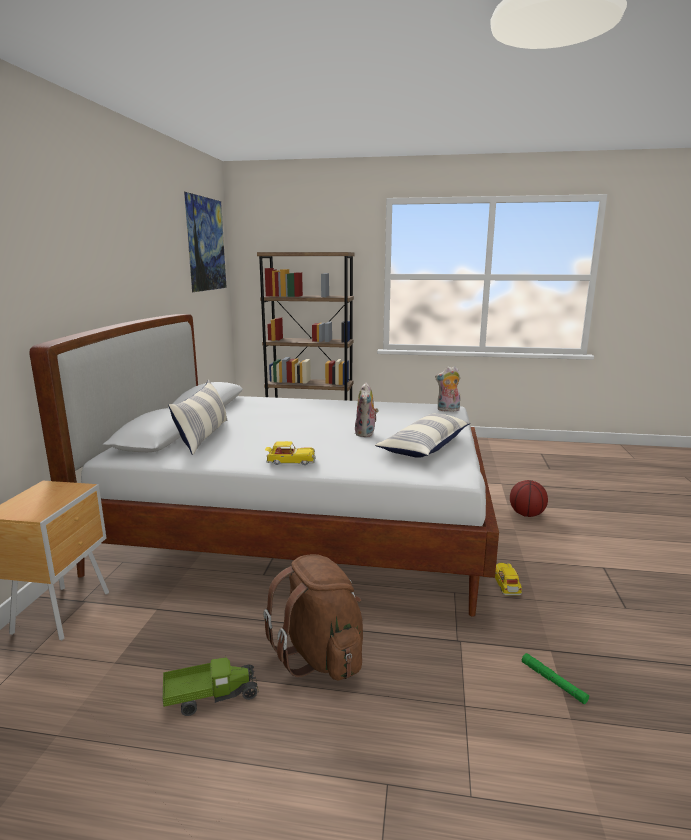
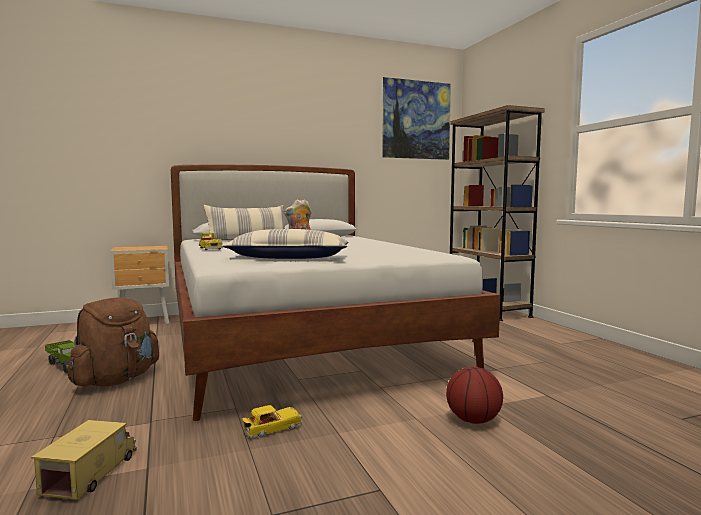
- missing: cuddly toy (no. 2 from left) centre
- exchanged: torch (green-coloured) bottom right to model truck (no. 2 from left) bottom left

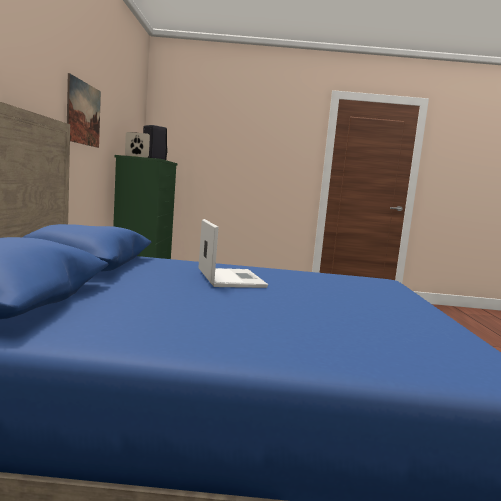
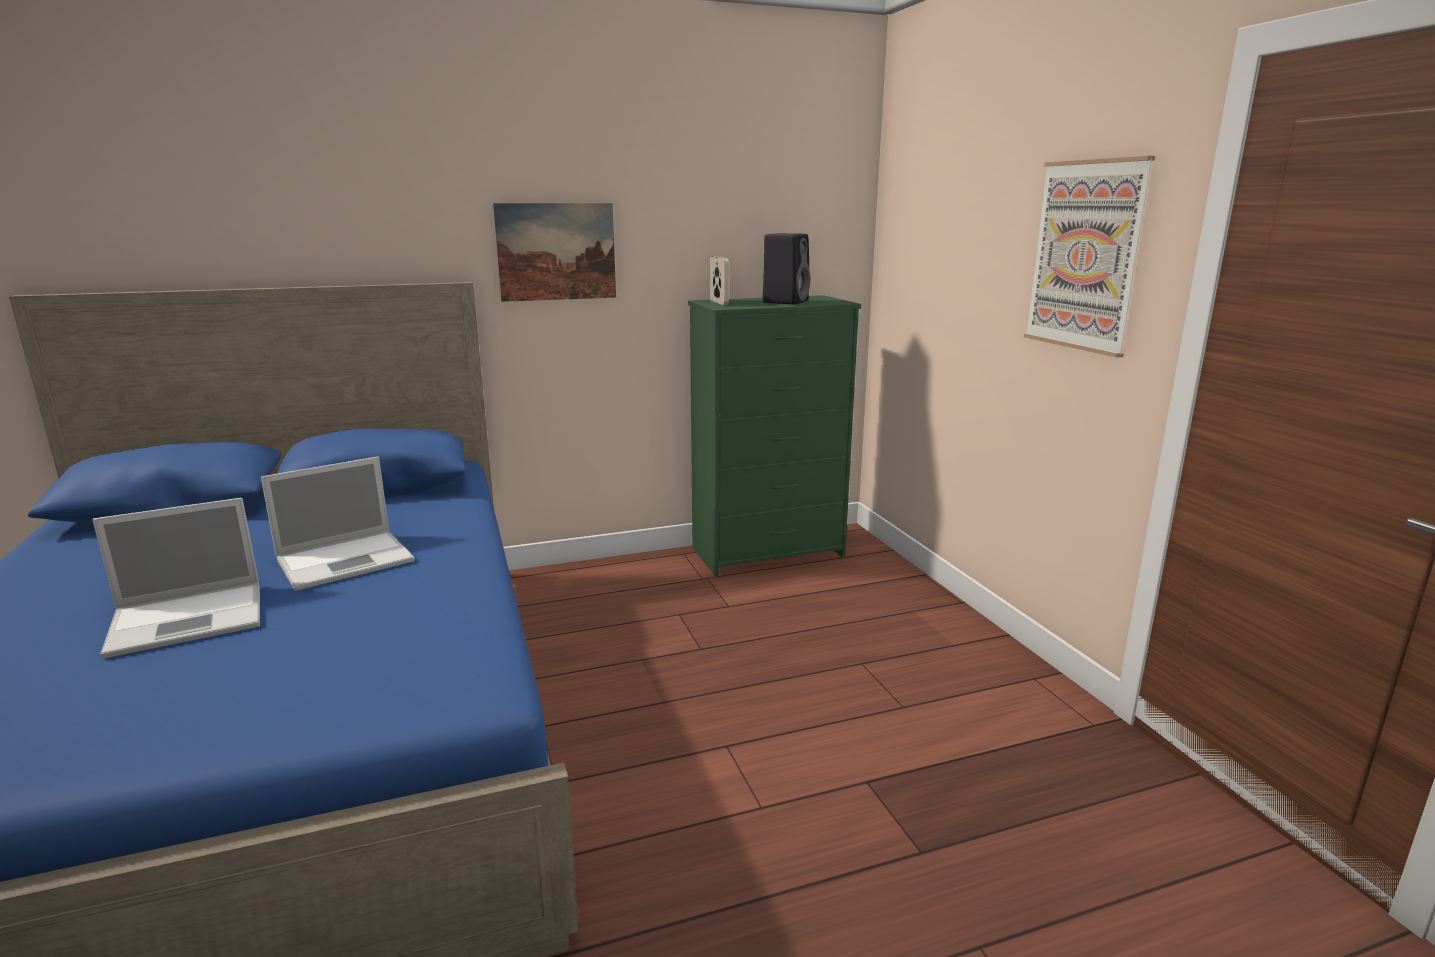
- appeared: laptop (no. 1 from left) middle left
- appeared: picture (no. 2 from left) top right

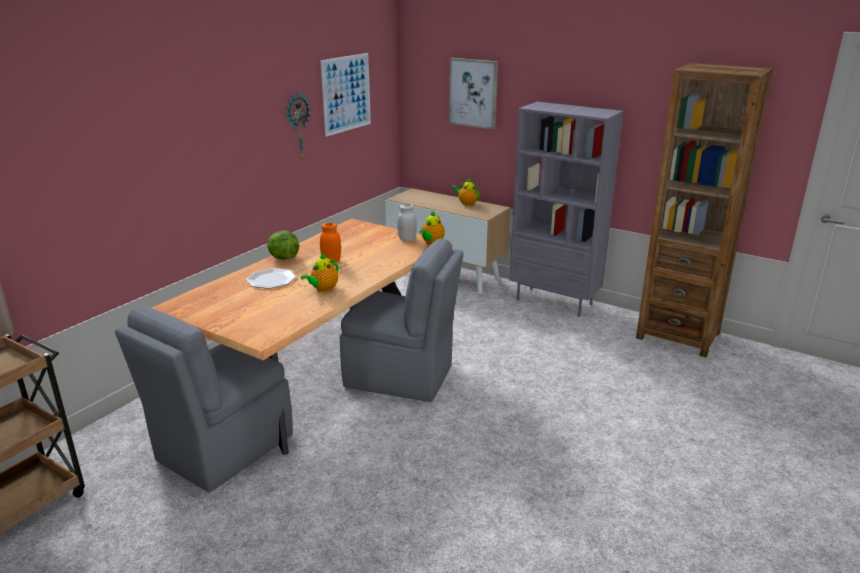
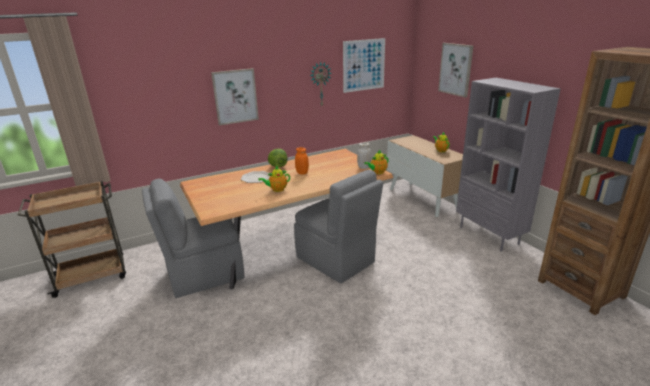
- appeared: picture (no. 1 from left) top centre

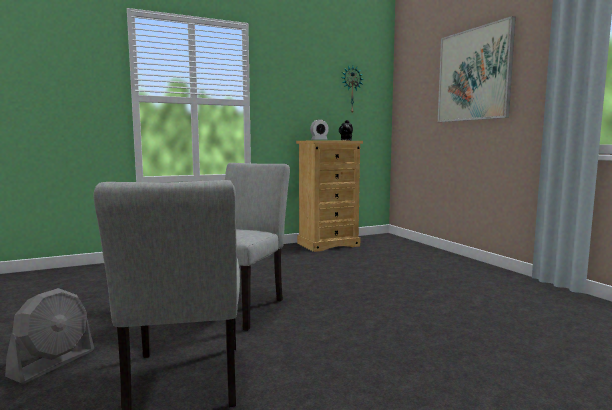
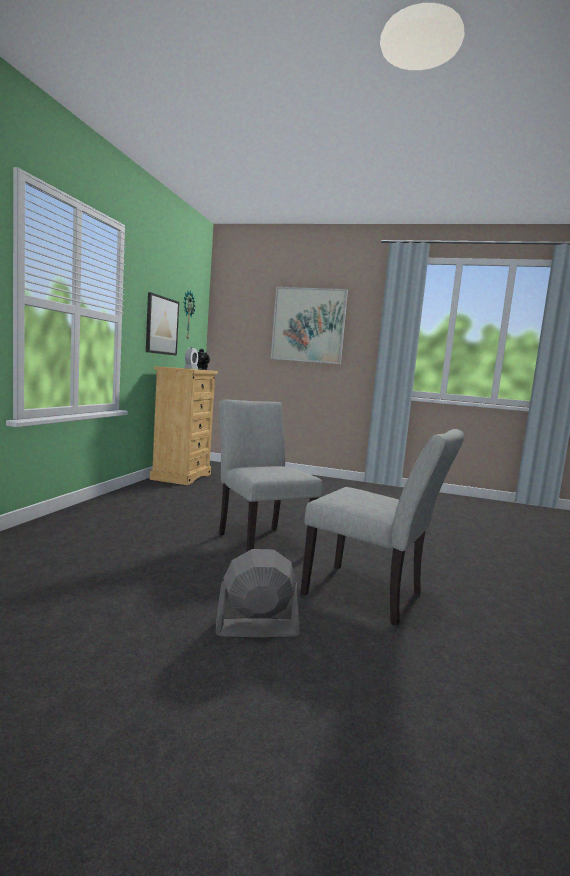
- appeared: picture (no. 1 from left) middle left
- spun: fan (grey) bottom left = bottom centre 75 degrees counterclockwise

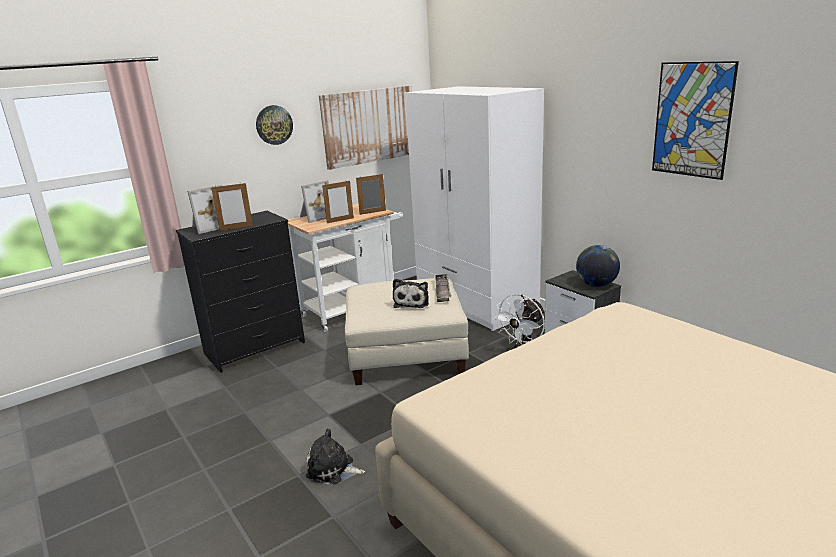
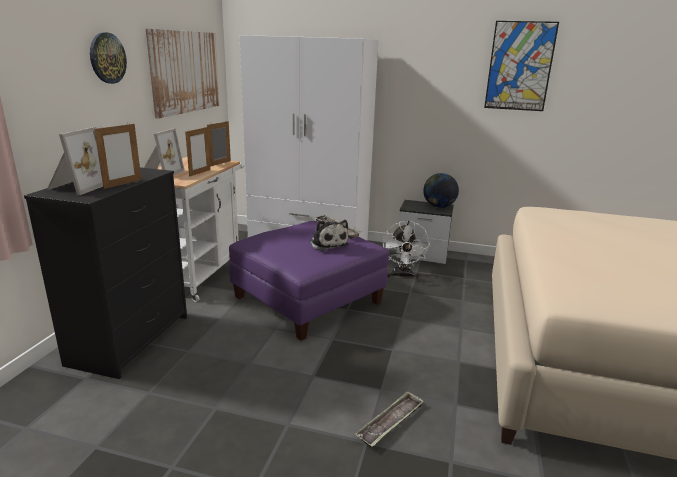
- exchanged: cuddly toy (no. 1 from left) bottom centre to carrying tray (no. 2 from left) bottom centre
- colour: pouffe (beige) centre to pouffe (purple) centre

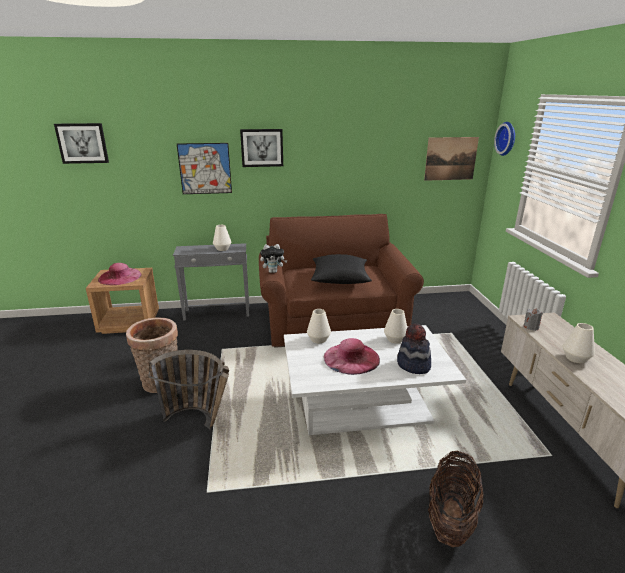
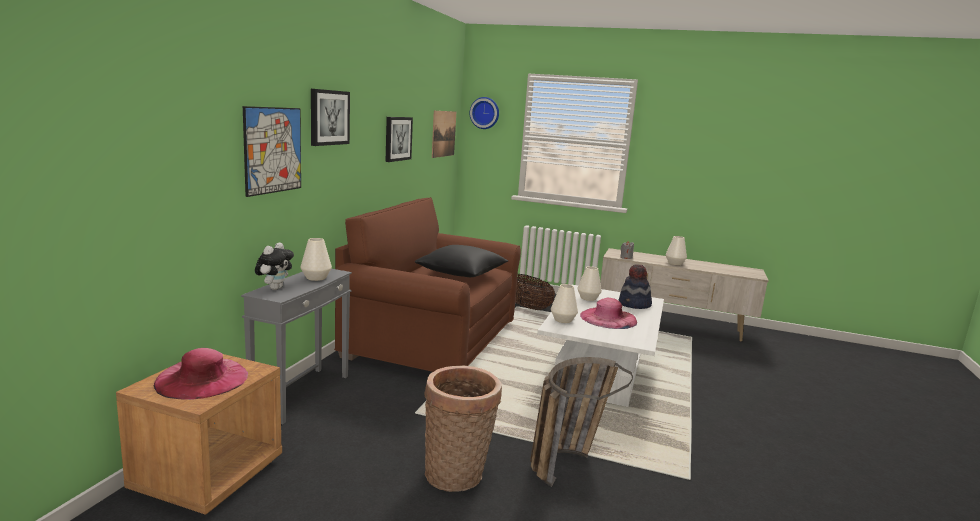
- relocated: picture (no. 1 from left in the first image) top left to picture (no. 3 from left) top centre
- relocated: cuddly toy centre to middle left
- relocated: storage basket (no. 3 from left in the first image) bottom right to storage basket (no. 2 from left) centre

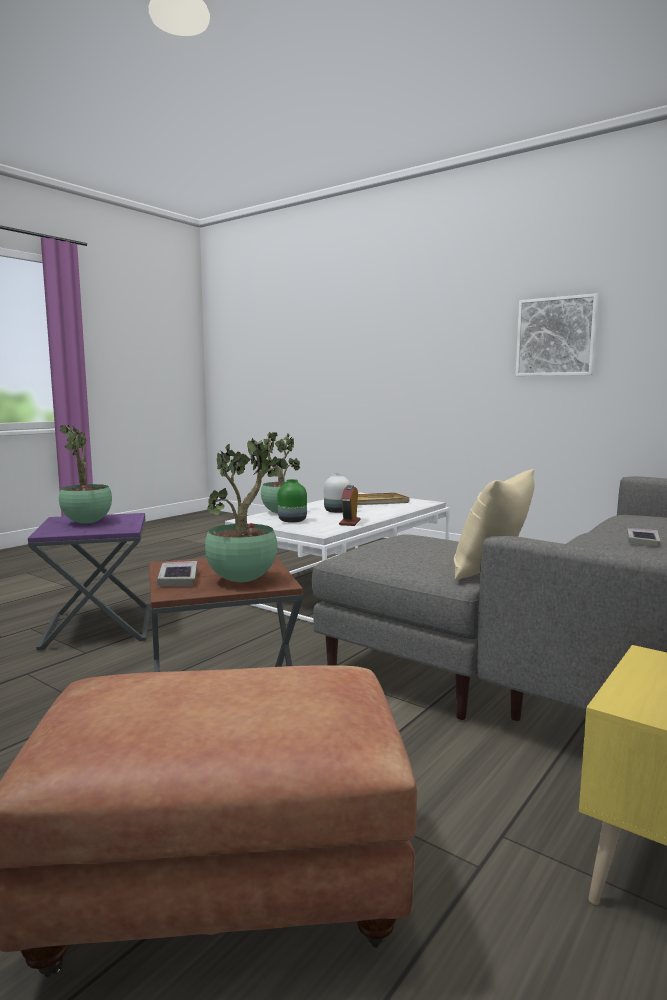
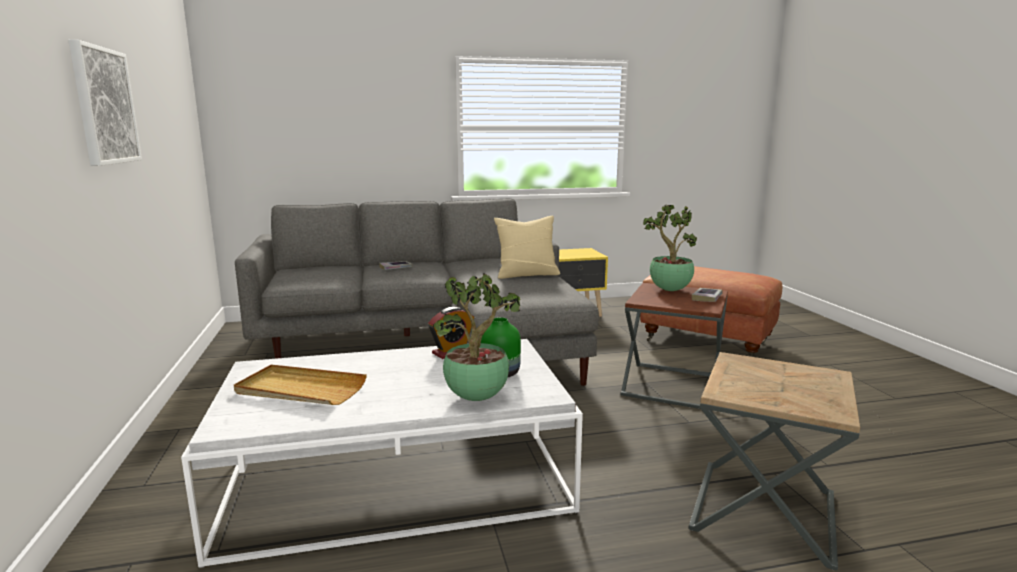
- missing: houseplant (no. 1 from left) middle left
- missing: flower vase (white) centre
- colour: end table (purple) middle left to end table (brownish) (no. 2 from left) bottom right

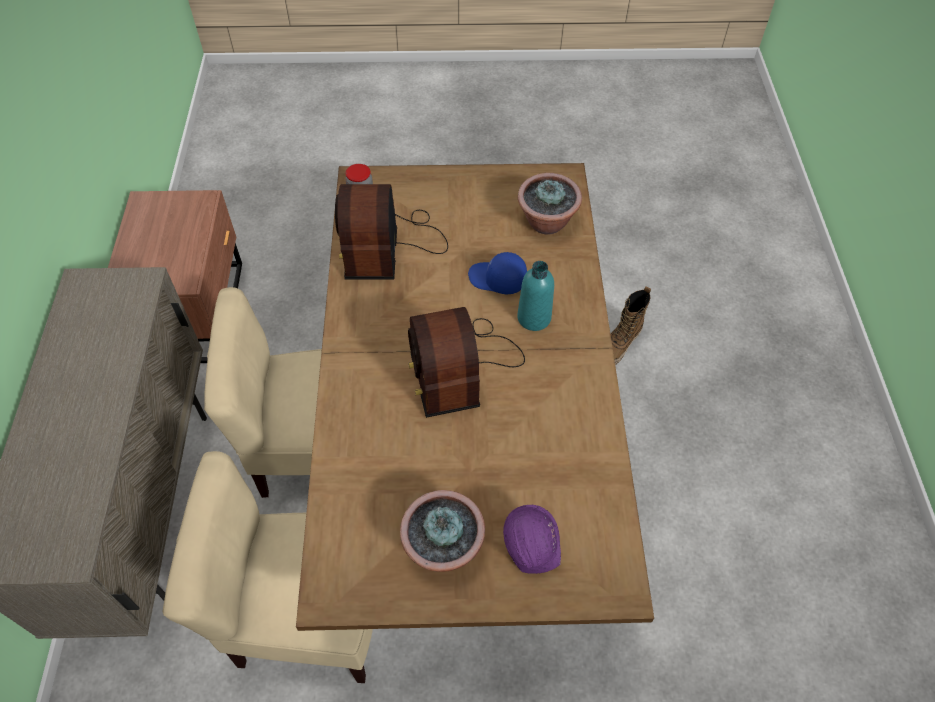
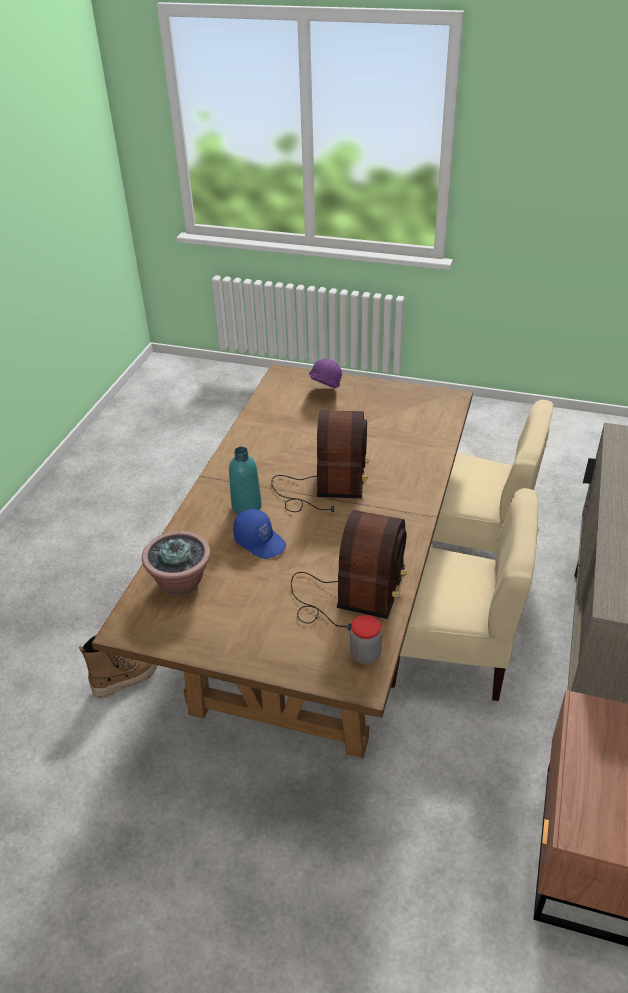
- missing: houseplant (no. 1 from left) bottom centre

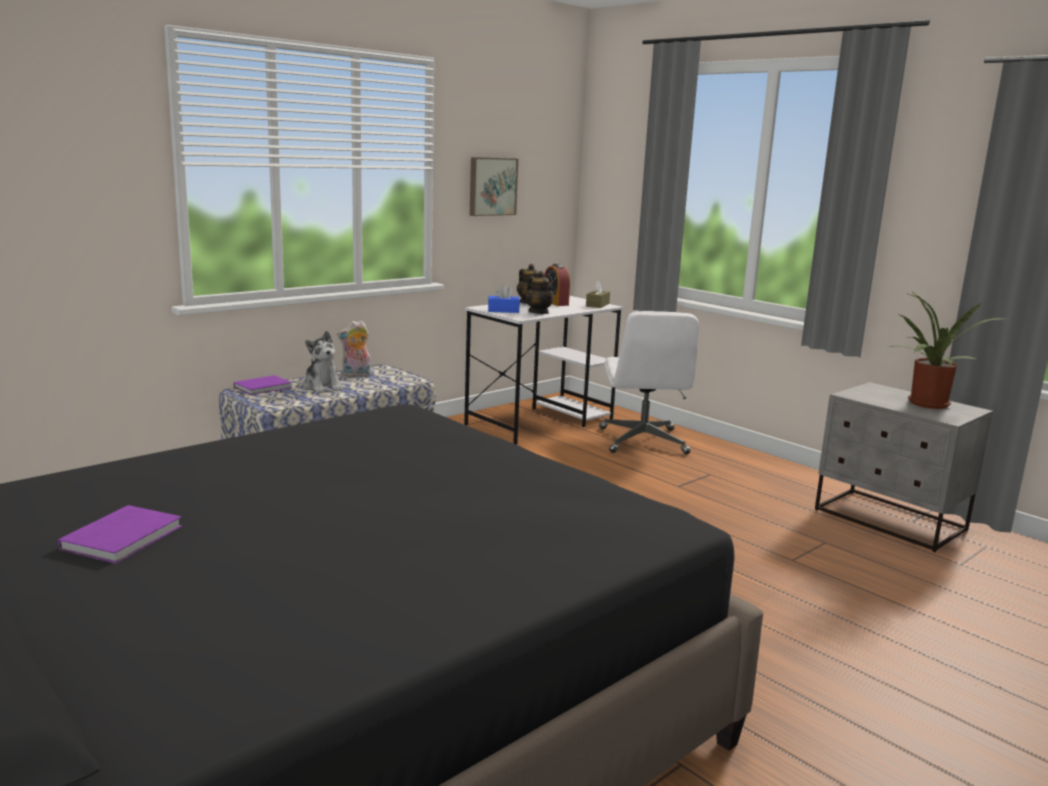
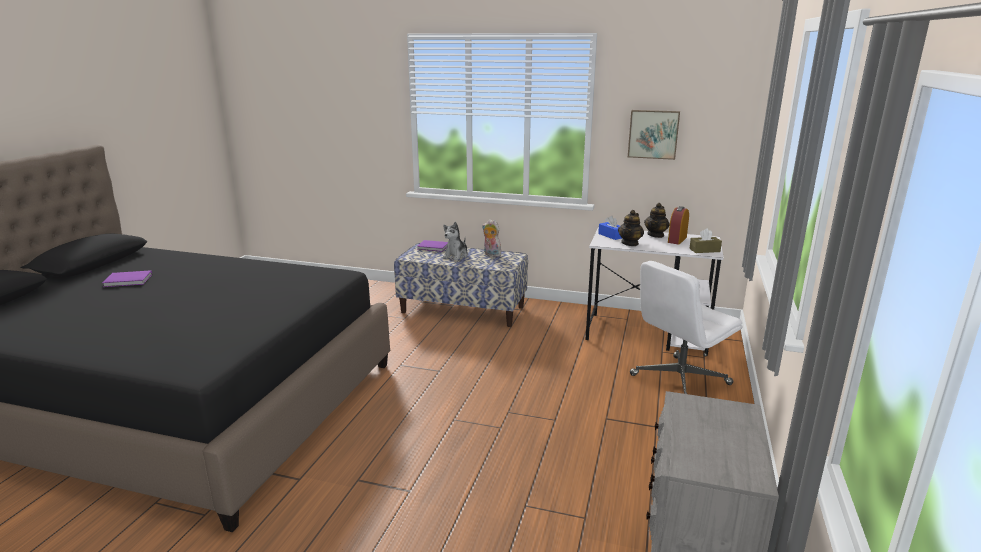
- missing: houseplant middle right

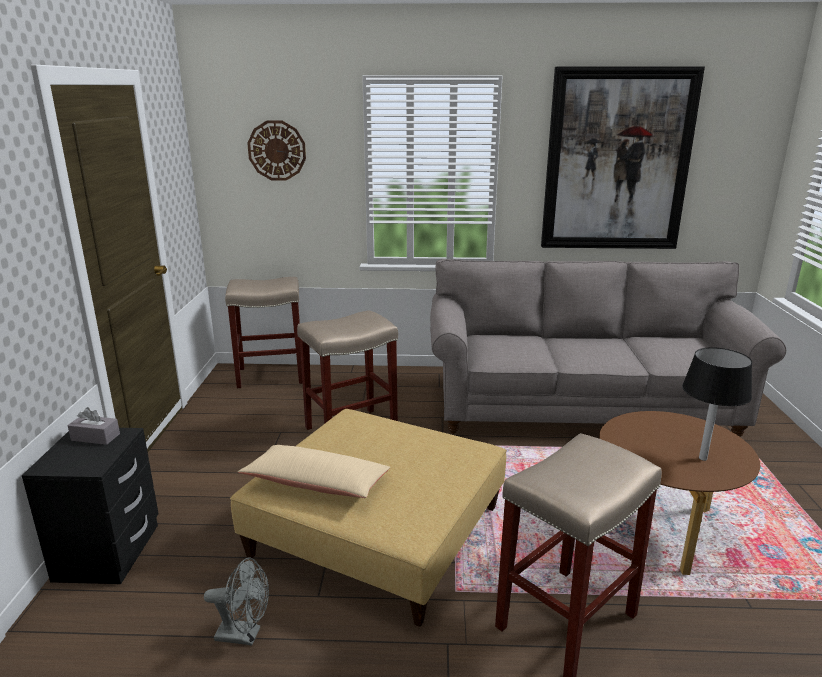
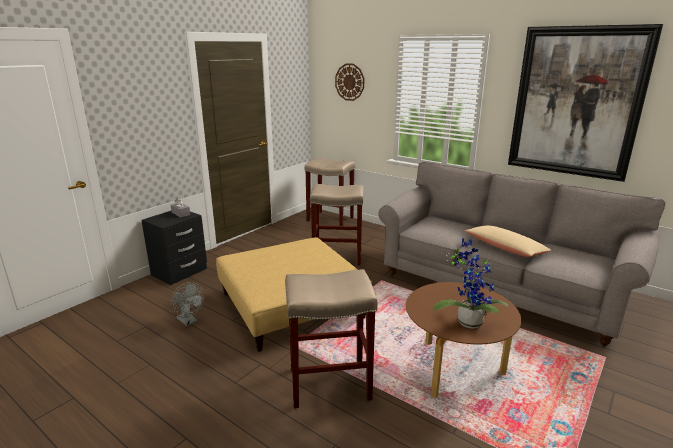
- relocated: throw pillow (beige) bottom centre to middle right
- exchanged: tabletop lamp (black-coloured) middle right to houseplant middle right

